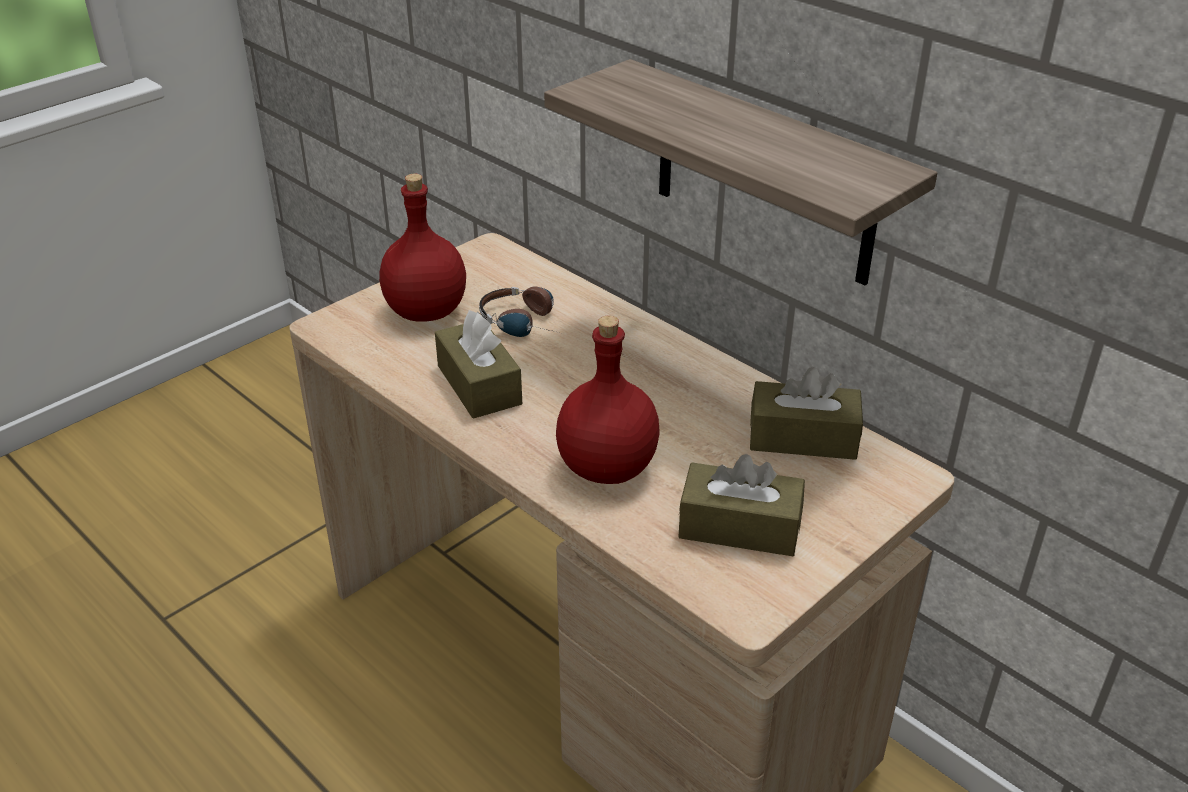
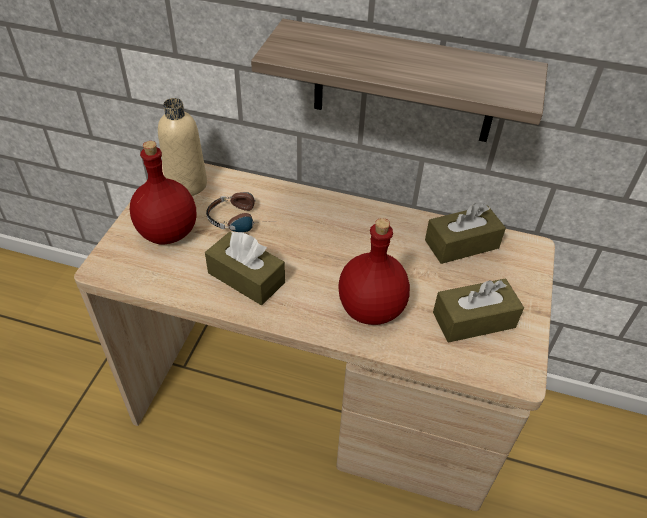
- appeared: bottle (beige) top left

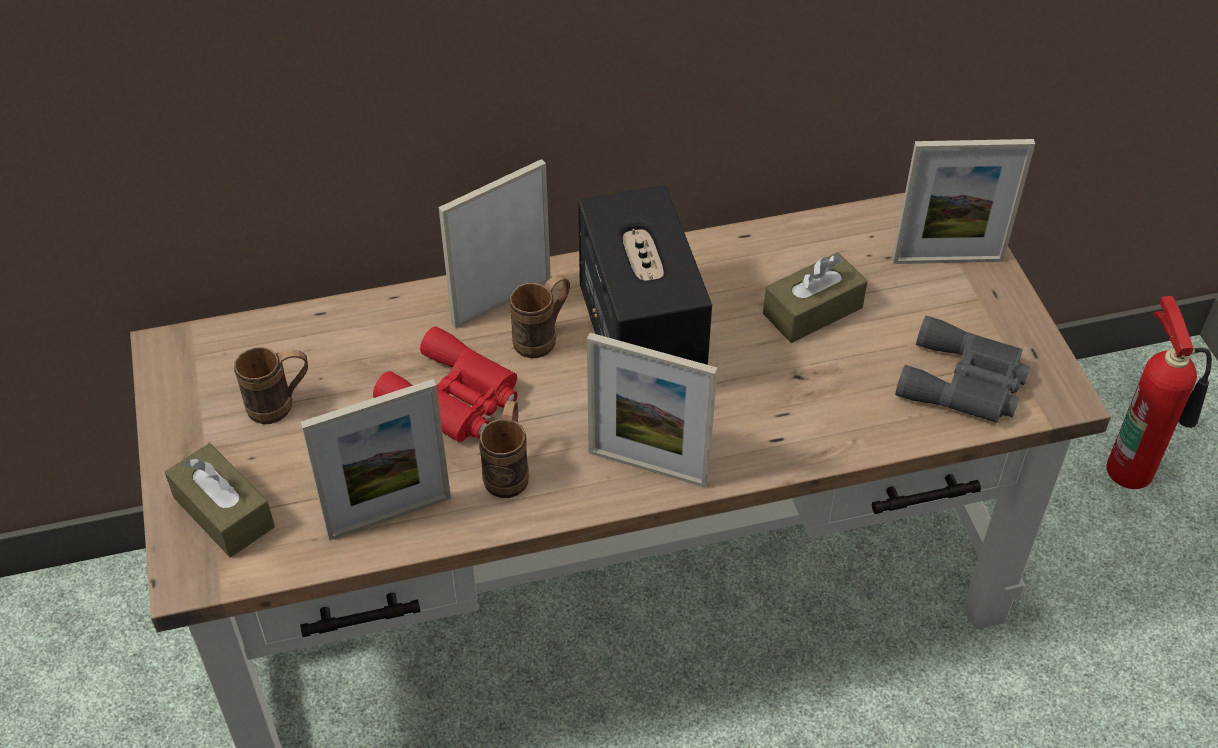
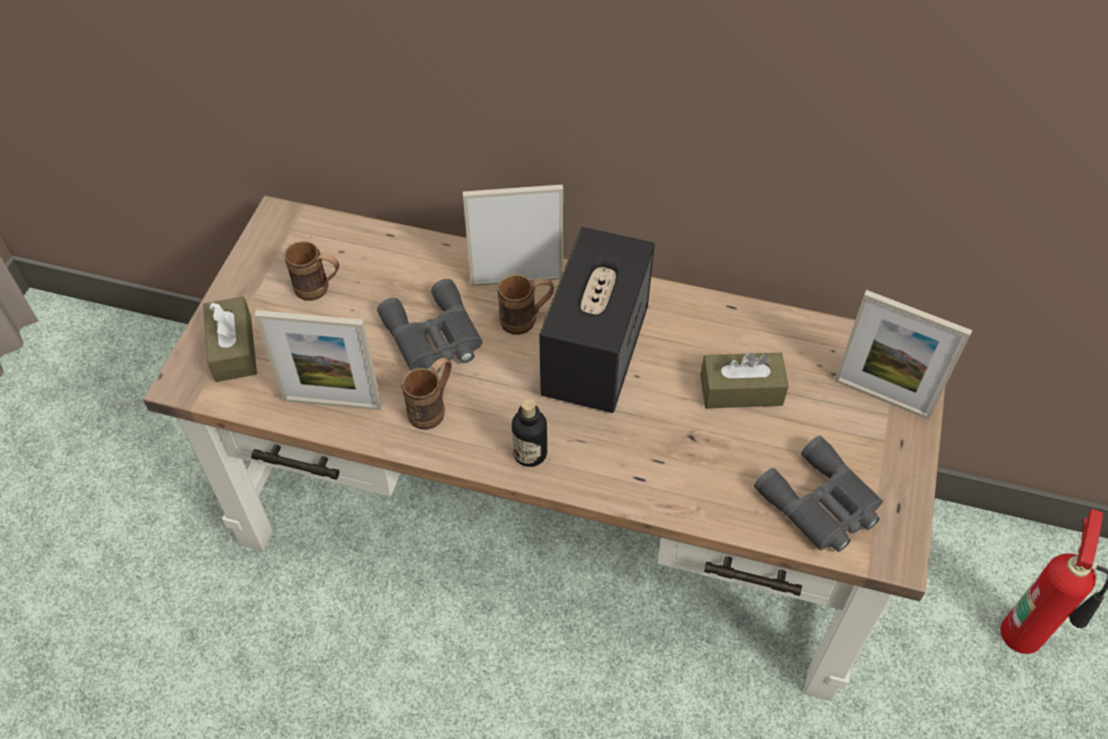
- exchanged: photo frame (no. 3 from left) centre to bottle centre
- colour: binoculars (red) centre to binoculars (grey) (no. 1 from left) centre

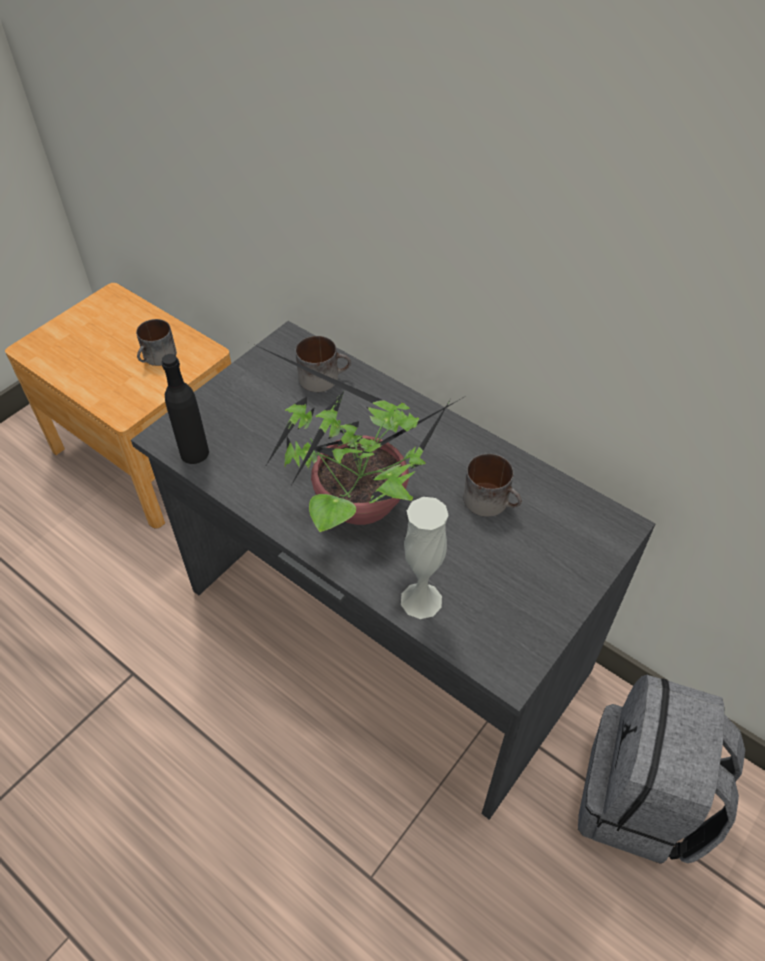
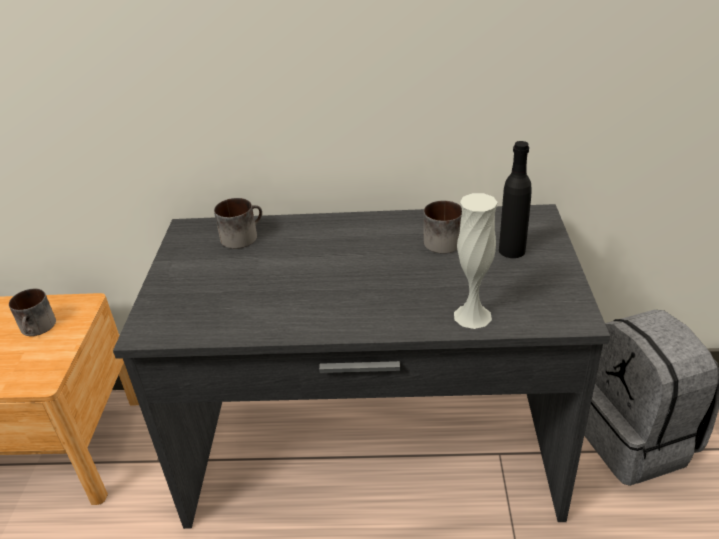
- missing: houseplant centre
- relocated: bottle (black-coloured) middle left to middle right

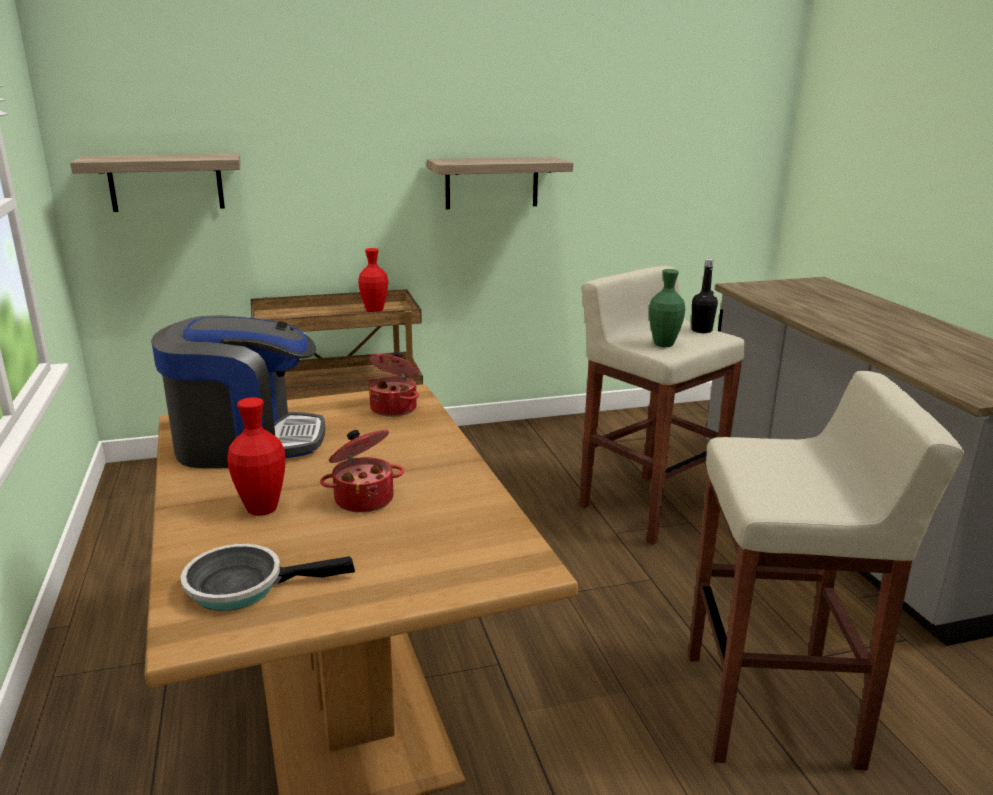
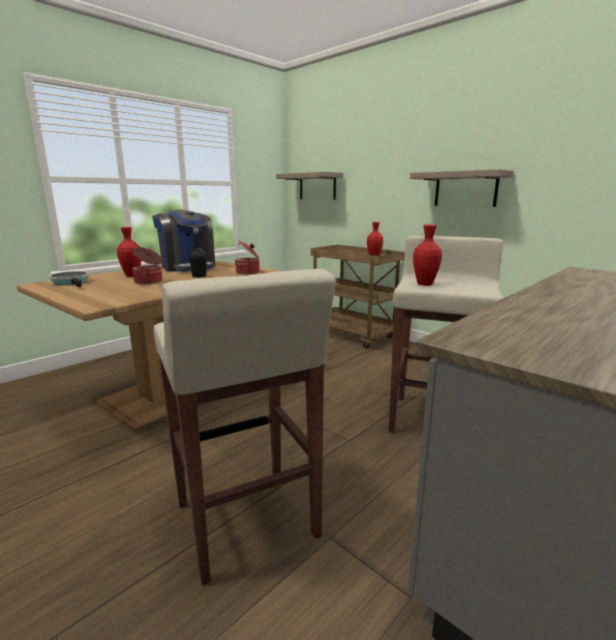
- relocated: bottle (black-coloured) middle right to middle left
- colour: flower vase (green-coloured) middle right to flower vase (red) (no. 3 from left) middle right

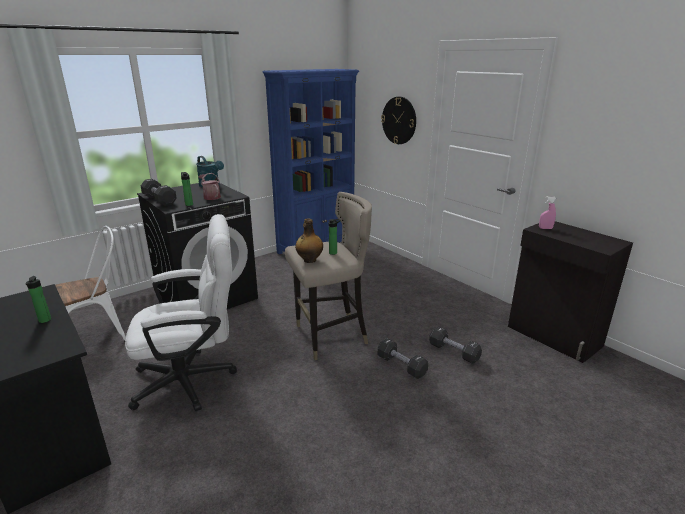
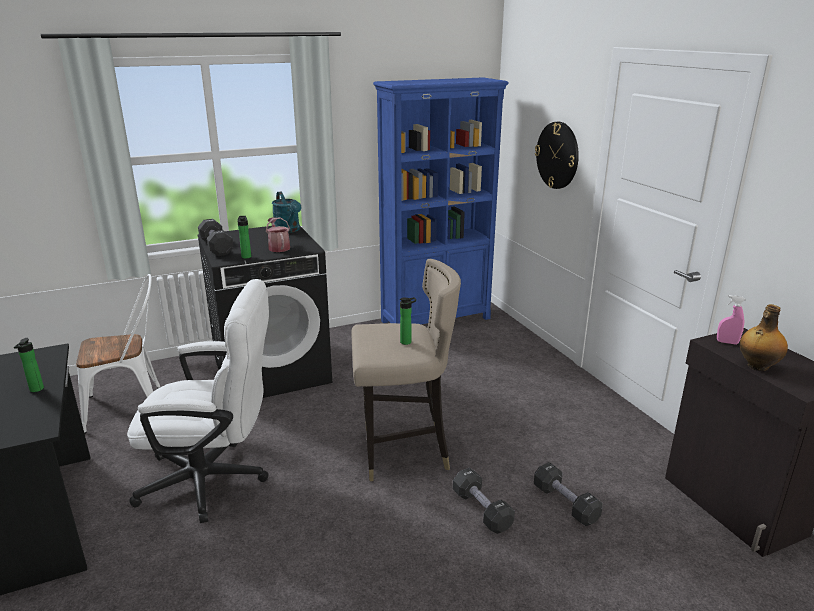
- relocated: bottle (no. 3 from left in the first image) centre to bottle (no. 4 from left) middle right

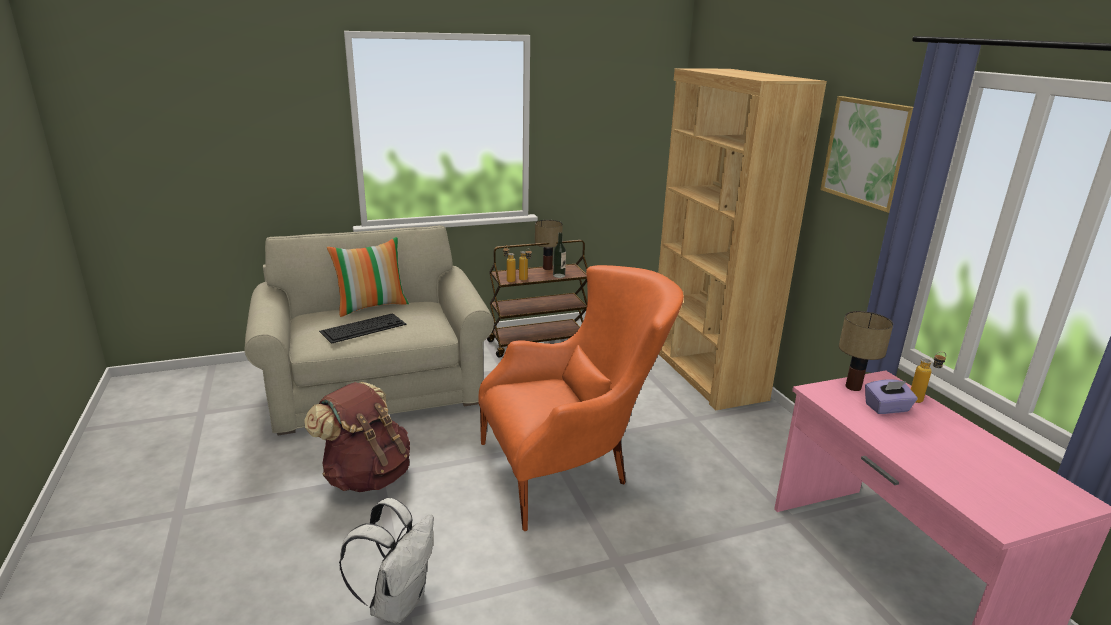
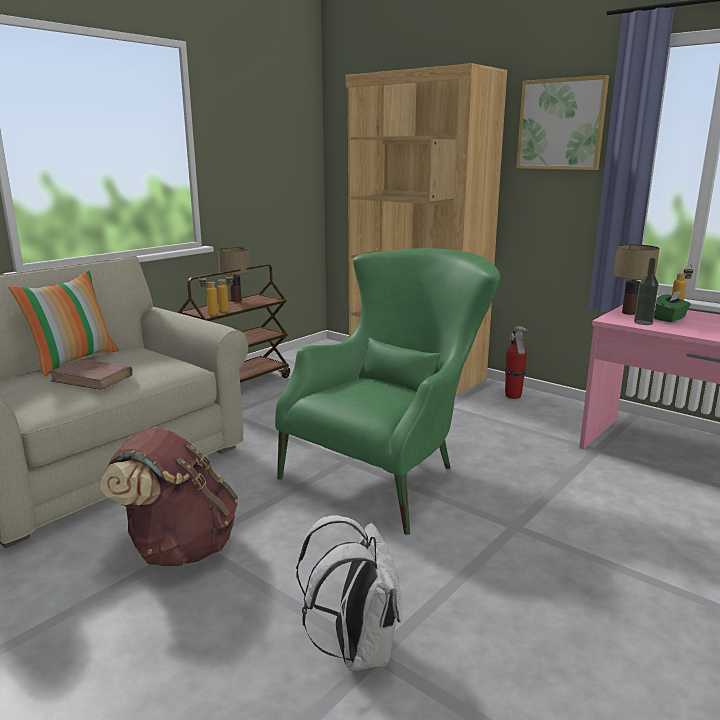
- appeared: fire extinguisher middle right
- relocated: bottle (no. 3 from left) centre to middle right
- exchanged: computer keyboard middle left to bound book (brownish) middle left
- colour: easy chair (orange) centre to easy chair (green-coloured) centre
- colour: box of tissues (purple) middle right to box of tissues (green-coloured) middle right

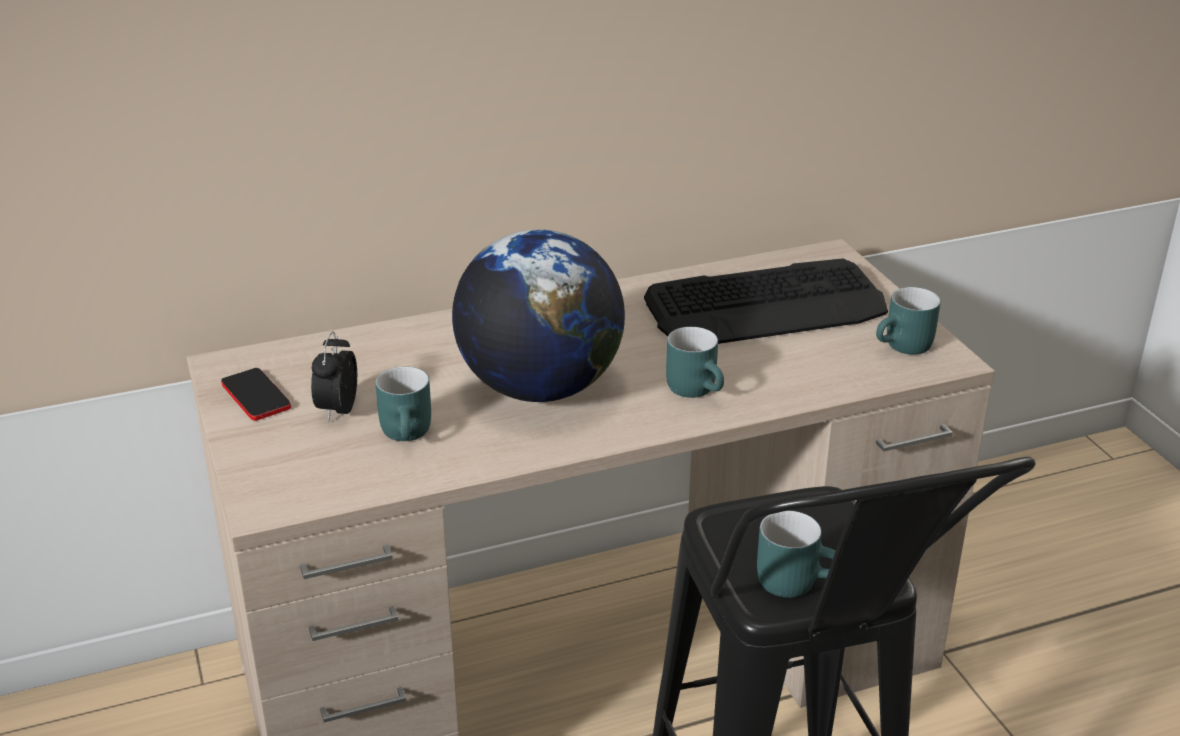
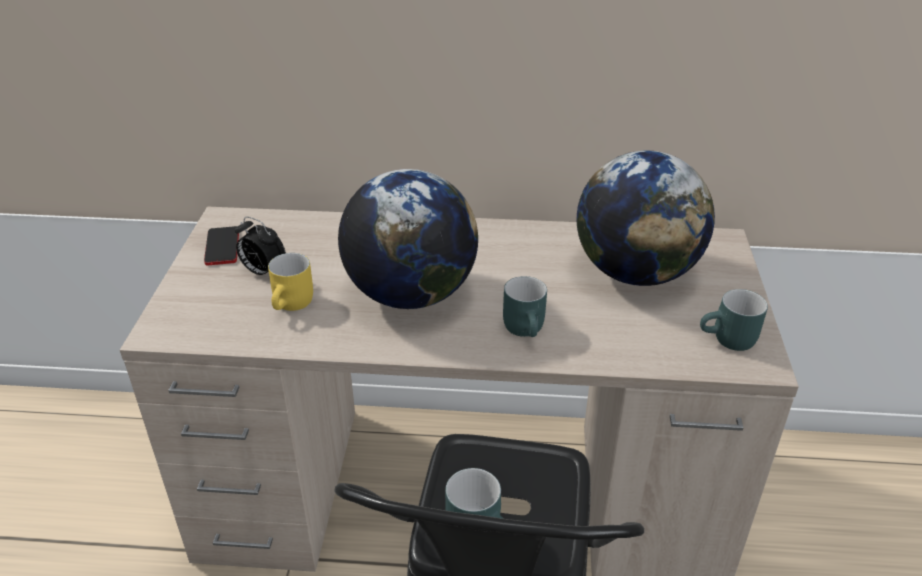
- exchanged: computer keyboard centre to world globe (no. 2 from left) middle right
- colour: coffee mug (turquoise) (no. 1 from left) centre to coffee mug (yellow-coloured) middle left
- spun: bedside clock middle left = middle left 90 degrees counterclockwise

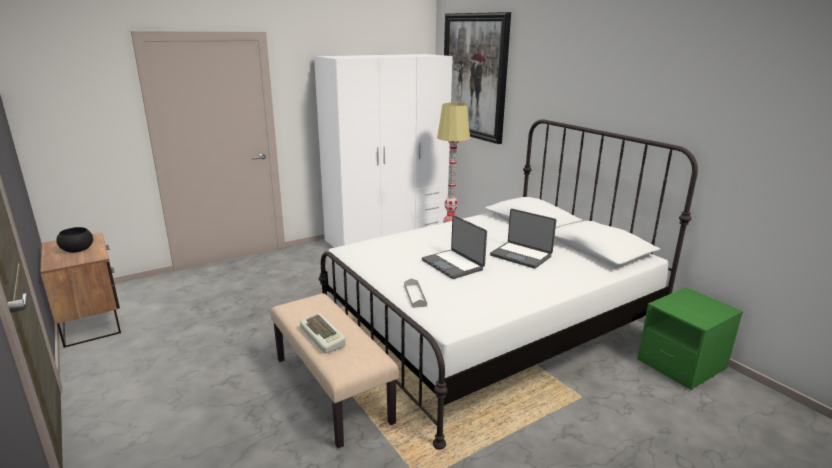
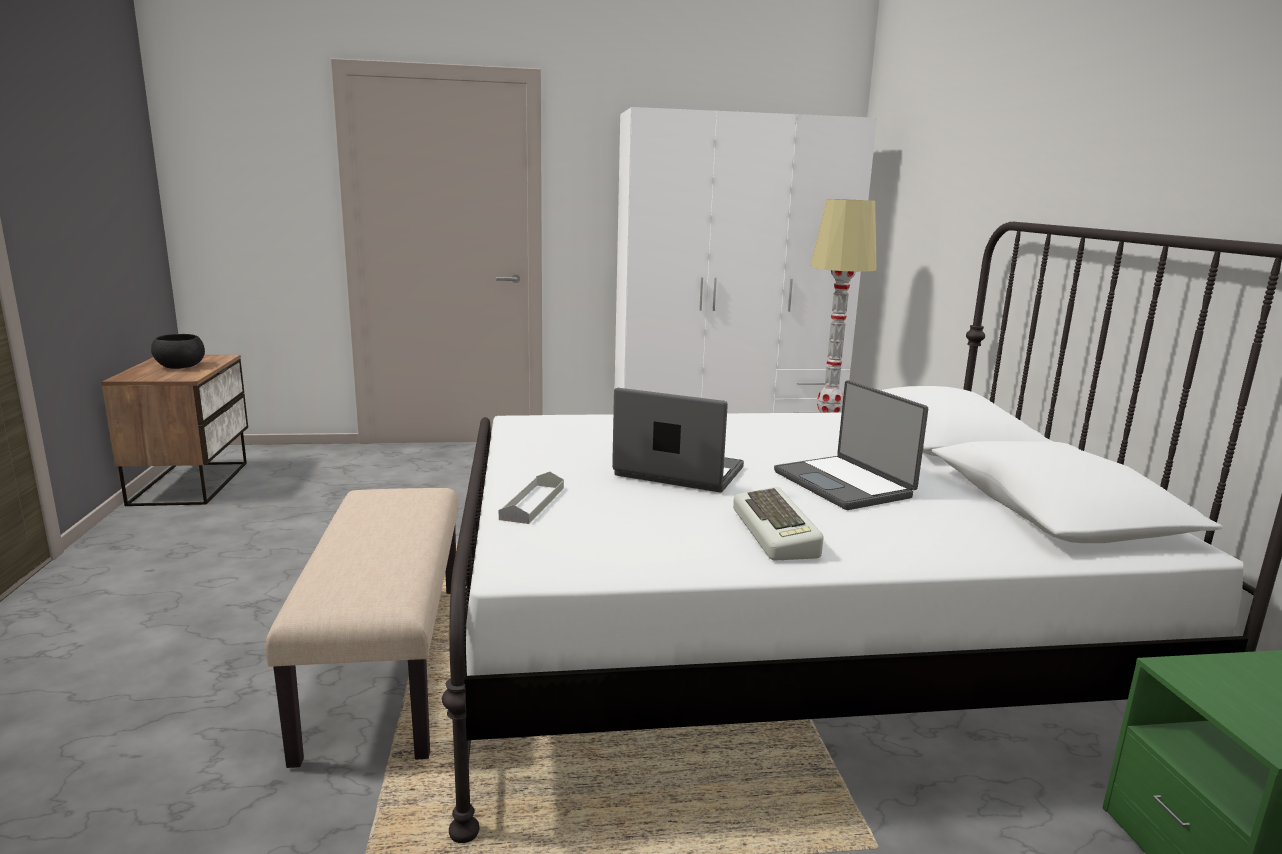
- missing: picture top centre
- relocated: computer keyboard bottom centre to centre
- spun: laptop (no. 1 from left) centre = centre 120 degrees clockwise

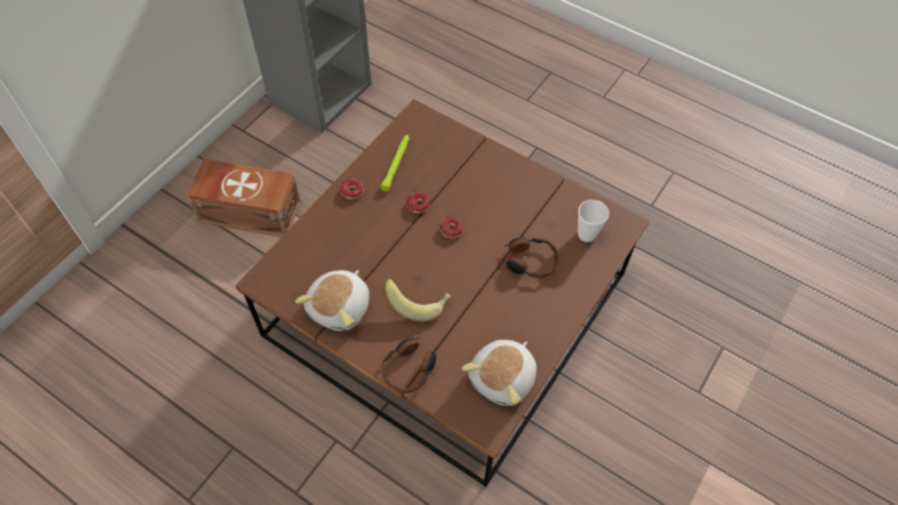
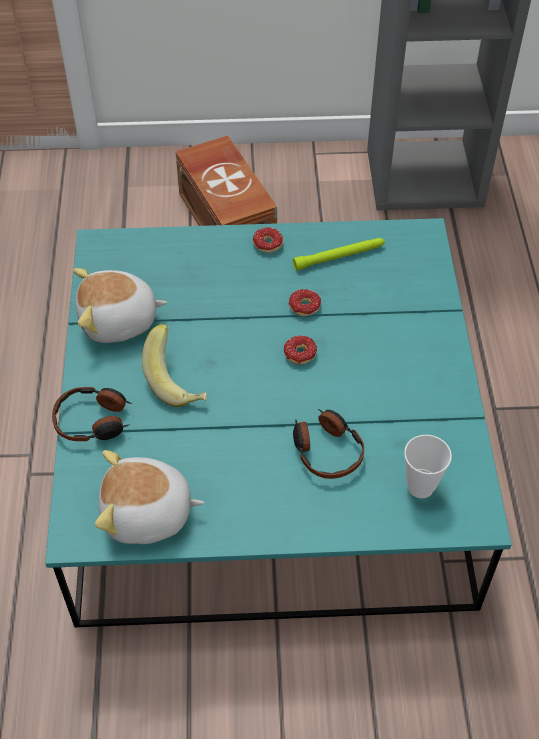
- colour: lounge table (brownish) centre to lounge table (turquoise) centre

